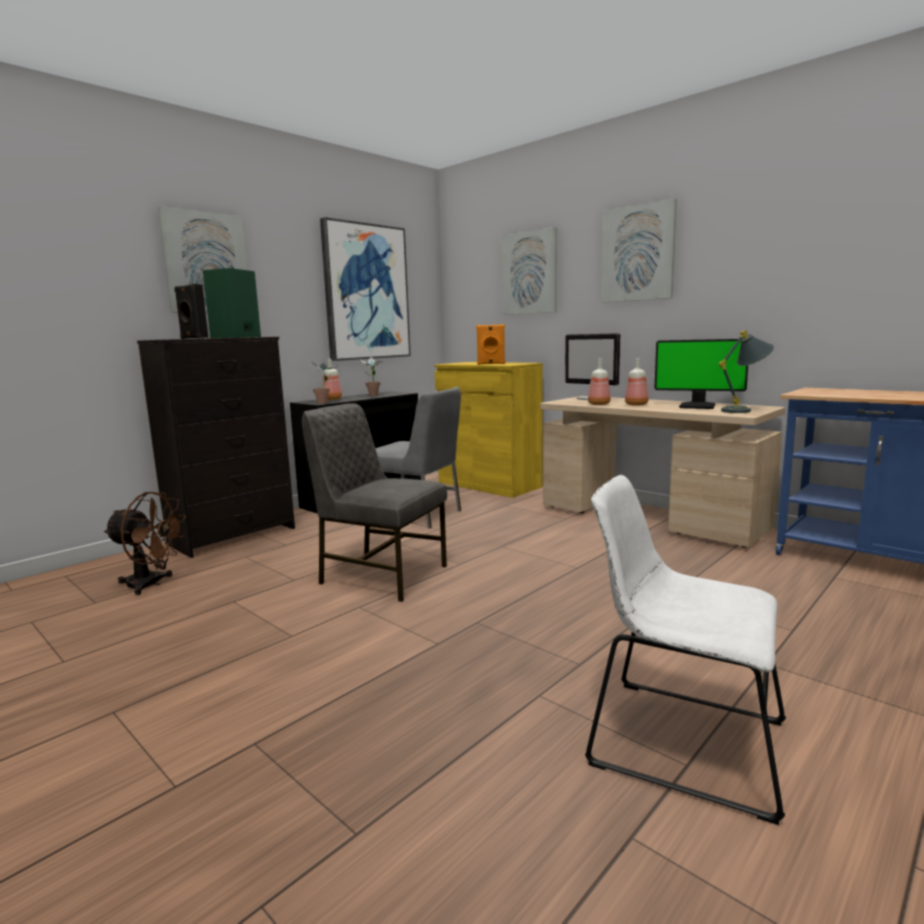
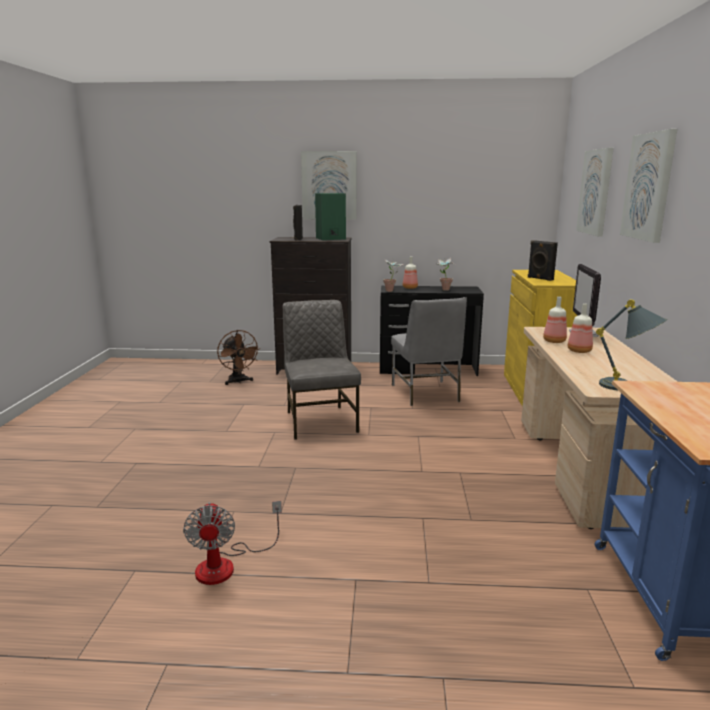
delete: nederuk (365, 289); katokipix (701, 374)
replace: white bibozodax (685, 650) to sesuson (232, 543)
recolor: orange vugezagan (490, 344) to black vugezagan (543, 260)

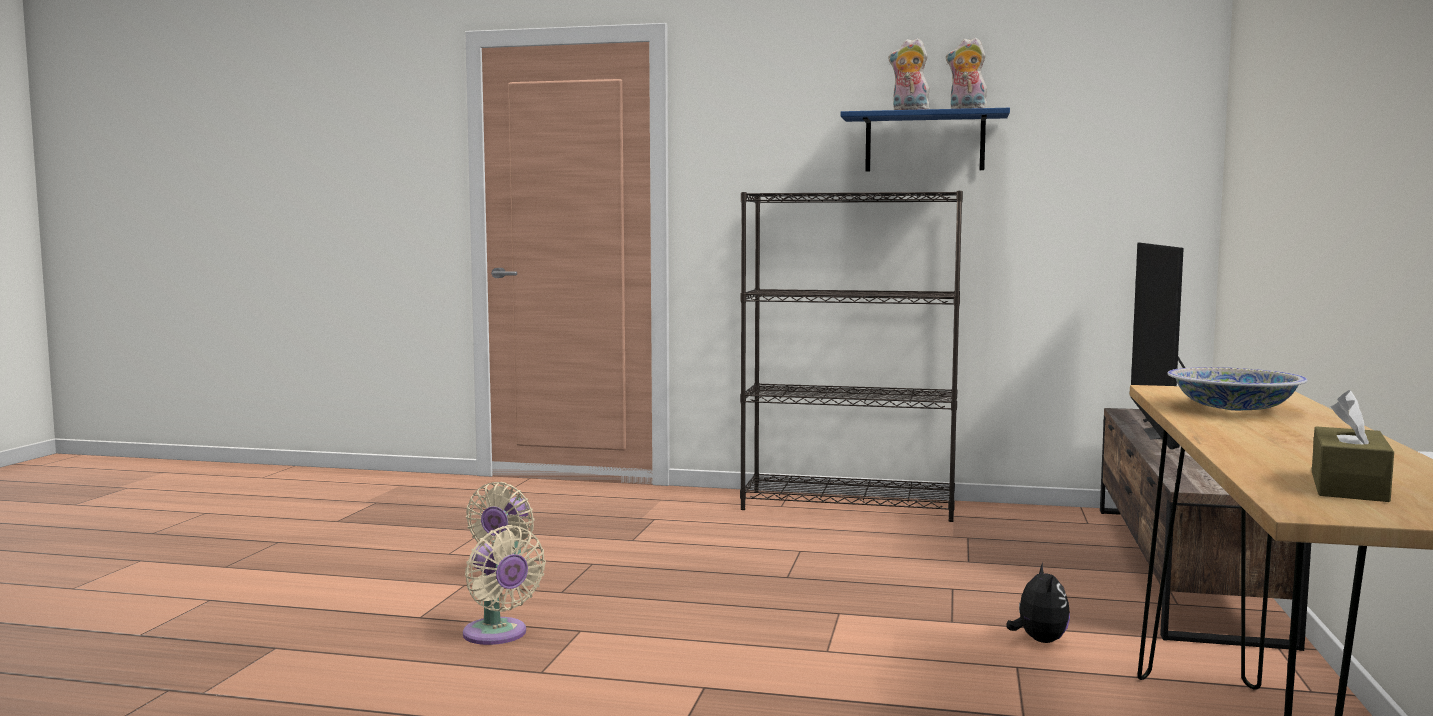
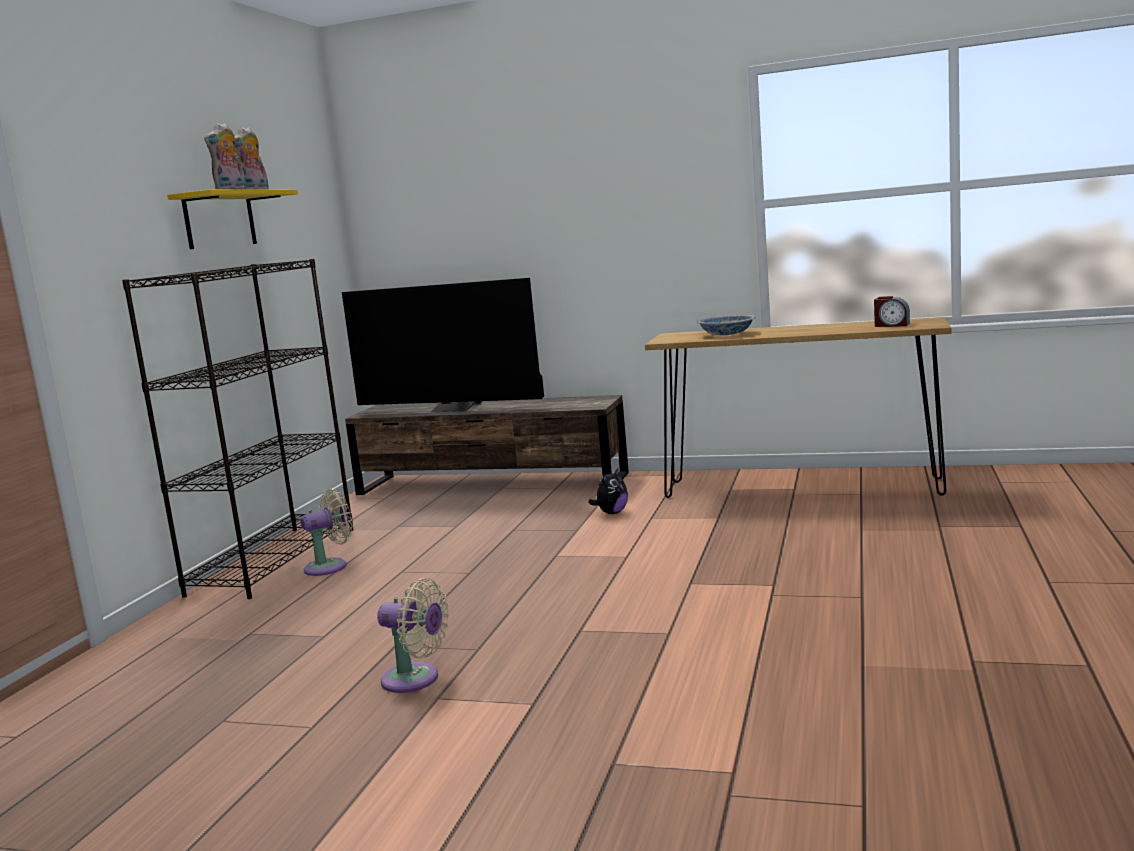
move: beige sesuson (504, 585) to (326, 532)
replace: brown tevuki (1353, 446) to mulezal (892, 311)
recolor: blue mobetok (925, 140) to yellow mobetok (232, 219)
rotate: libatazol (1038, 603) = (608, 491) 120 degrees clockwise

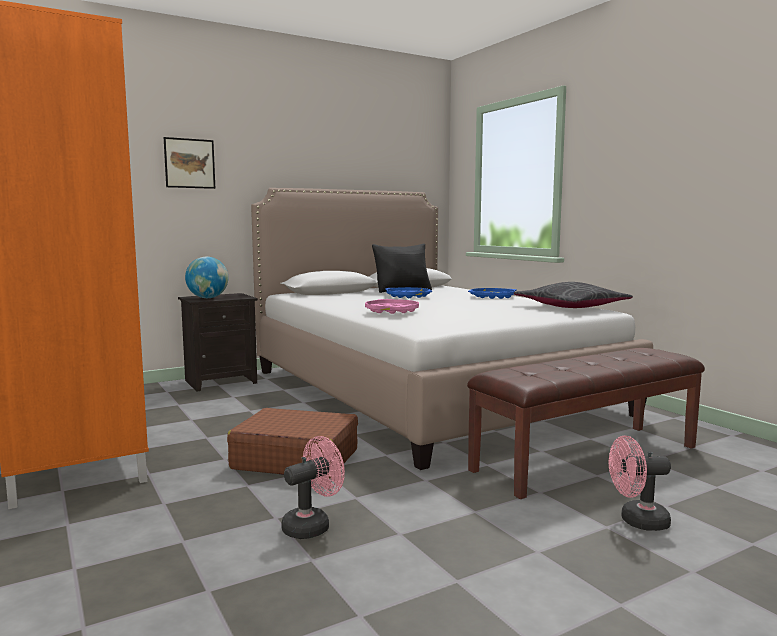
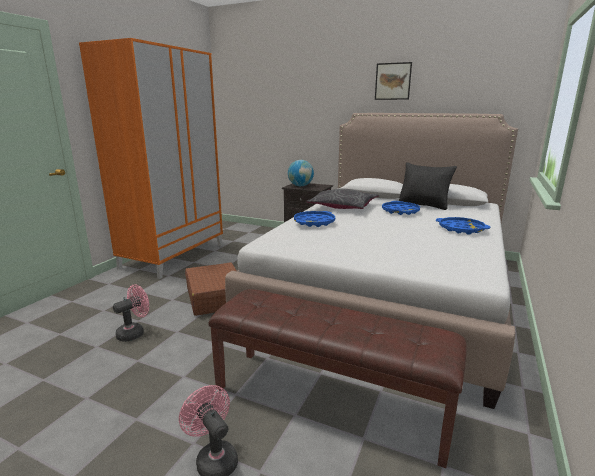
move: nederuk (189, 163) to (393, 81); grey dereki (573, 295) to (342, 199)
recolor: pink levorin (392, 306) to blue levorin (314, 219)
rotate: pink sesuson (313, 487) = (131, 313) 60 degrees counterclockwise

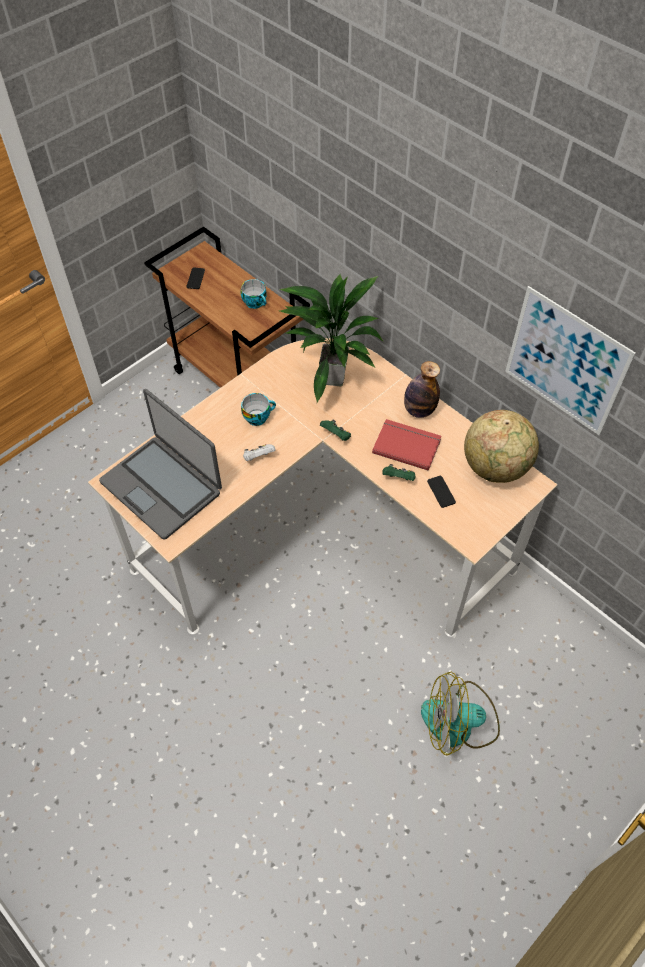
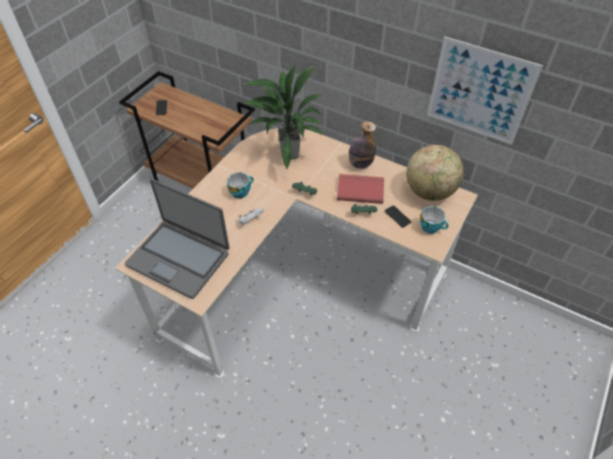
delete: sesuson (460, 713)
move: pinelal (254, 294) to (434, 220)

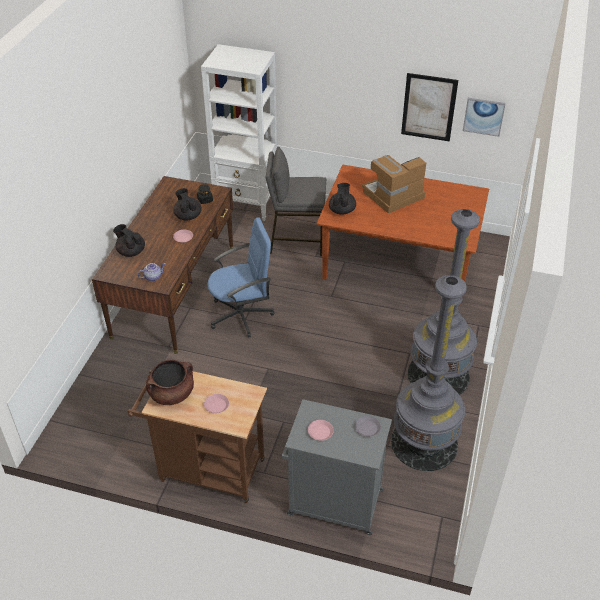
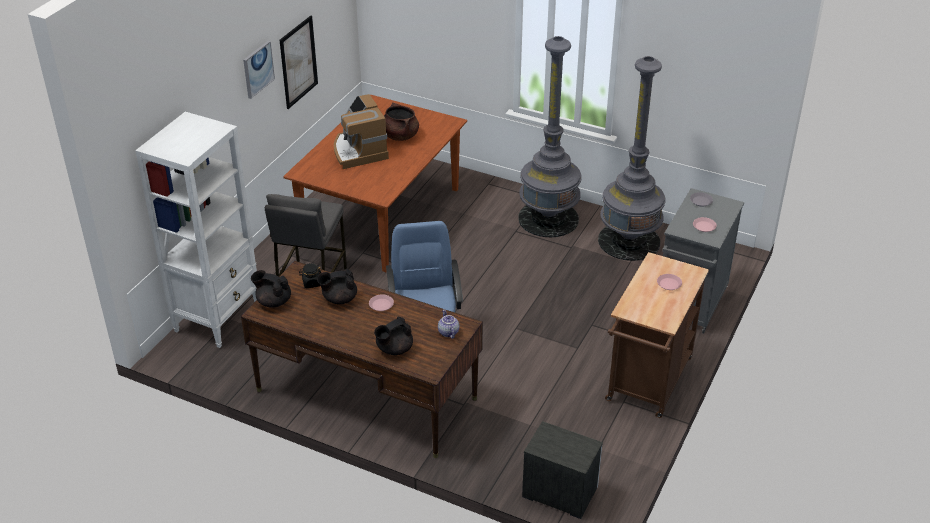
insert: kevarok (562, 470)
move: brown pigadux (170, 382) to (401, 122); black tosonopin (342, 199) to (271, 289); nederuk (484, 117) to (259, 70)

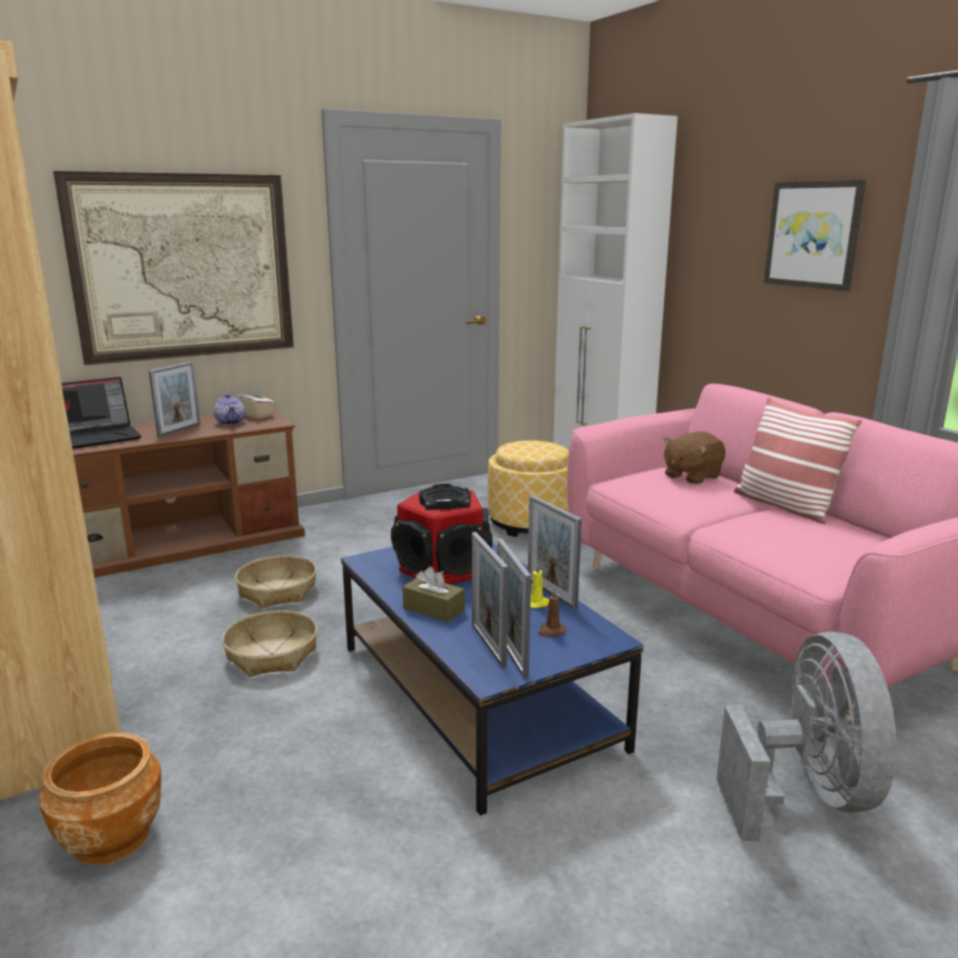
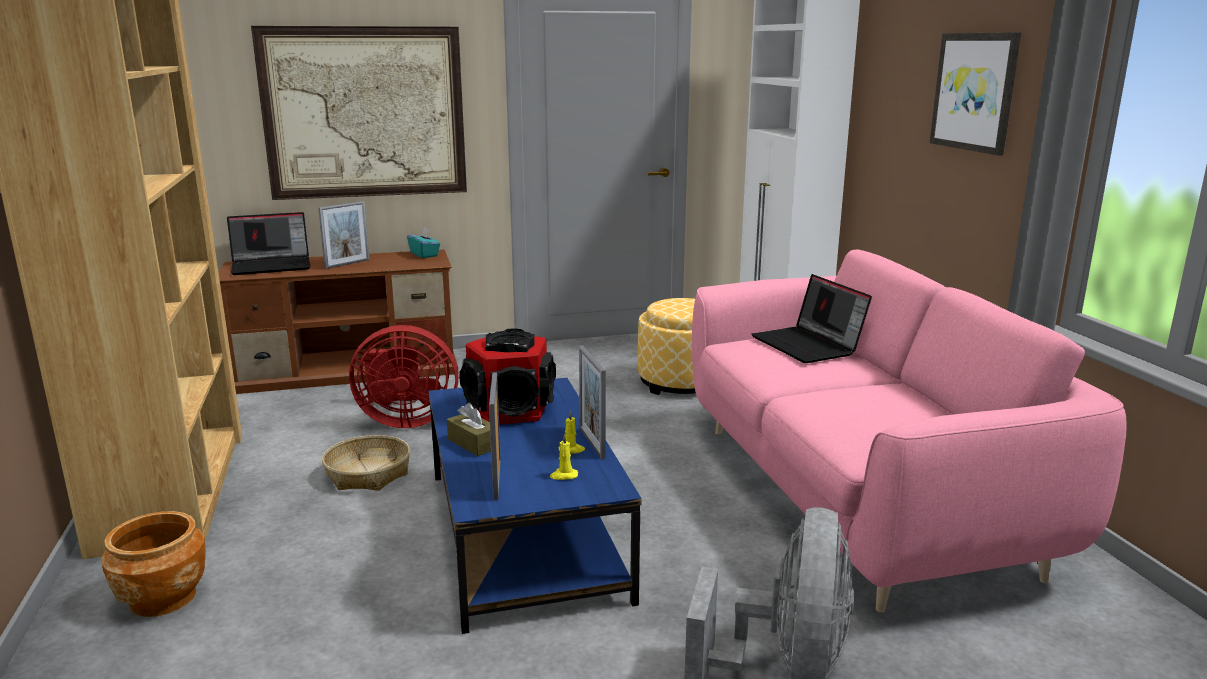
delete: tosonopin (229, 409); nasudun (514, 609); dereki (798, 460)
replace: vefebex (276, 581) to red sesuson (403, 376); brown libatazol (695, 458) to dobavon (811, 318)
recolor: beige tevuki (255, 402) to turquoise tevuki (423, 243); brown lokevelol (552, 613) to yellow lokevelol (564, 457)

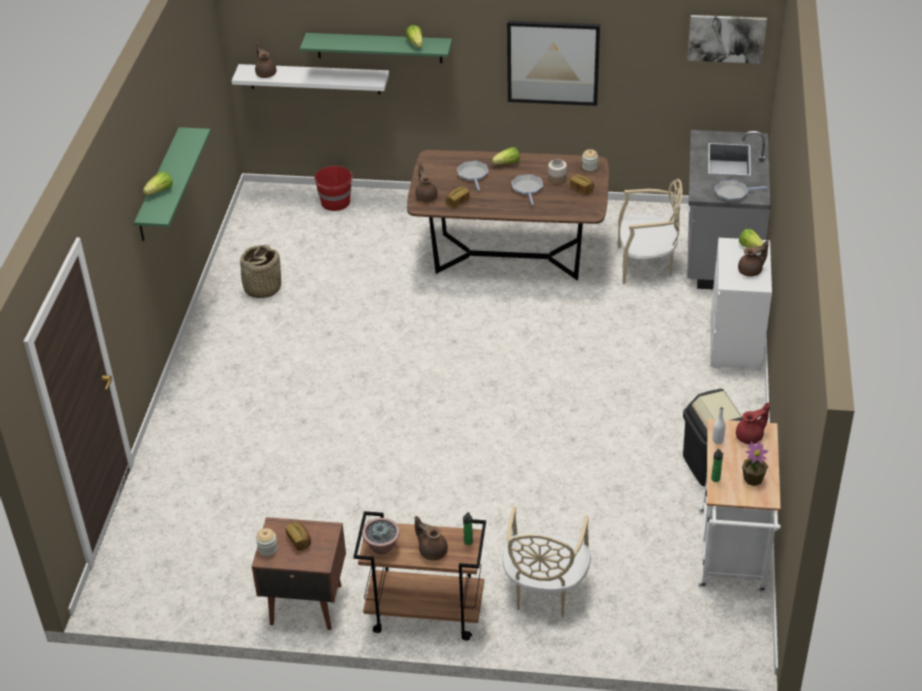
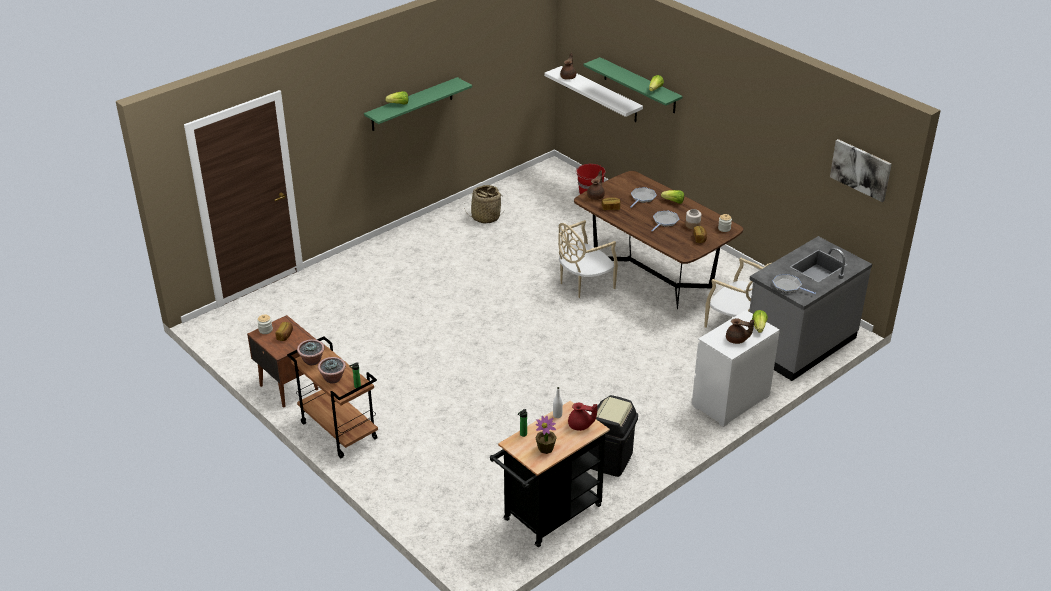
delete: nederuk (553, 63)
move: beige bibozodax (546, 561) to (588, 259)
replace: brown tosonopin (431, 538) to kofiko (332, 370)
recolor: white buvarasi (739, 505) to black buvarasi (550, 474)

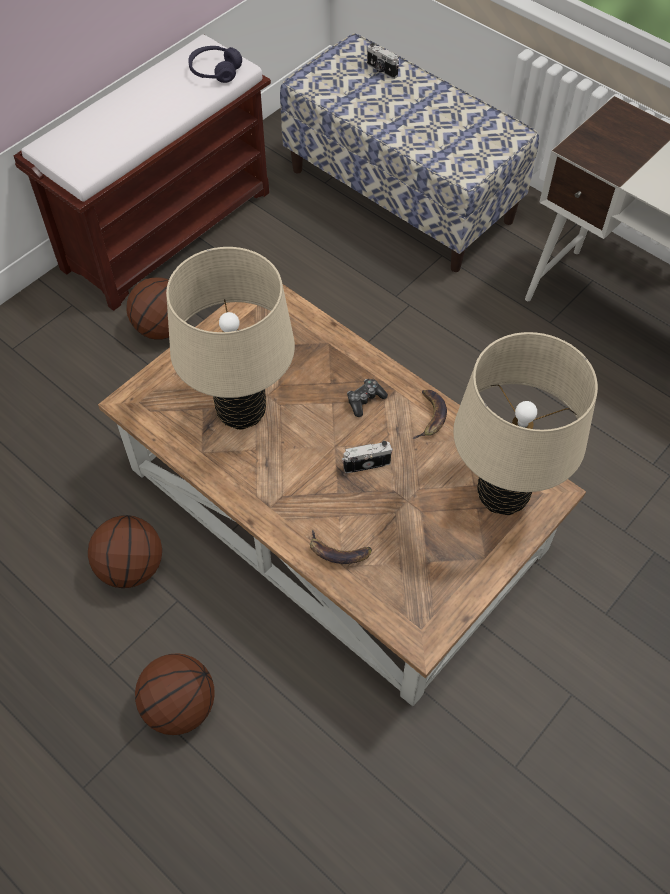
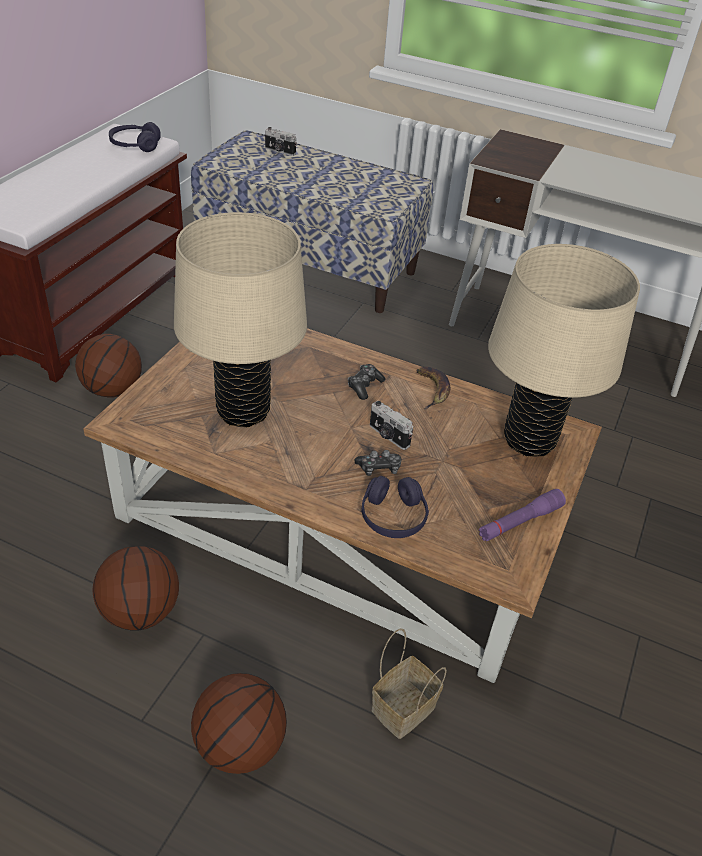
insert: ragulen (377, 463); vefebex (409, 683); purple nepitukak (522, 515)
replace: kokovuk (341, 547) to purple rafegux (395, 507)
rotate: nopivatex (367, 457) = (391, 425) 105 degrees counterclockwise

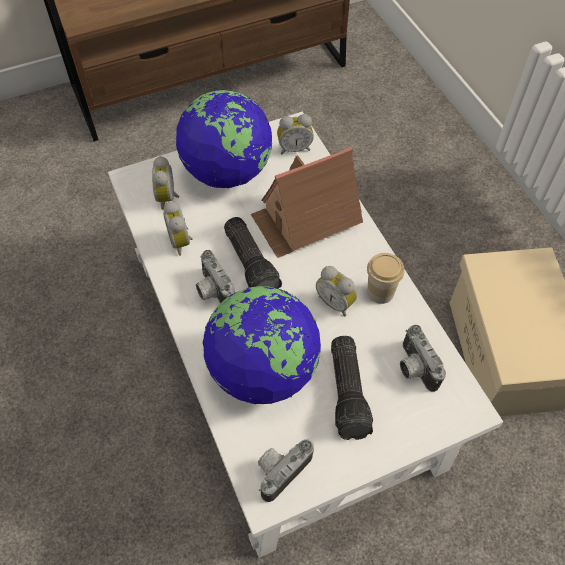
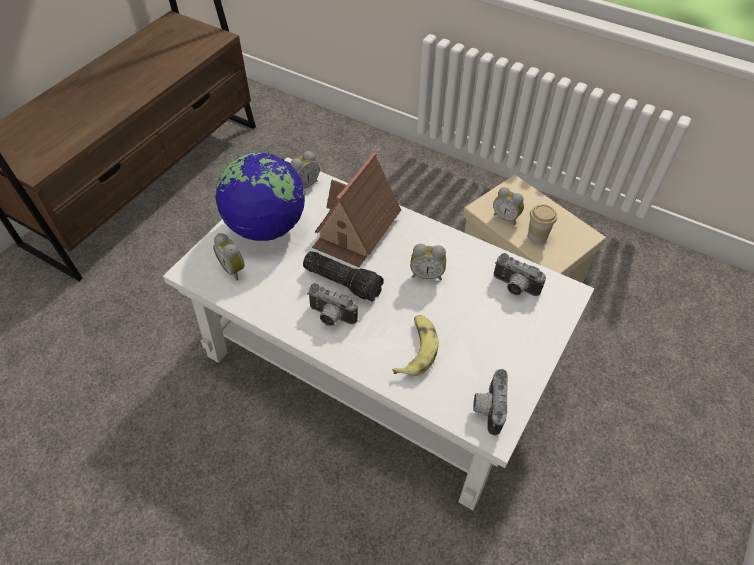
delete: nepitukak (352, 388)
move: mulezal (178, 228) to (508, 206); pinelal (385, 278) to (542, 224)
replace: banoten (262, 345) to kokovuk (415, 345)

